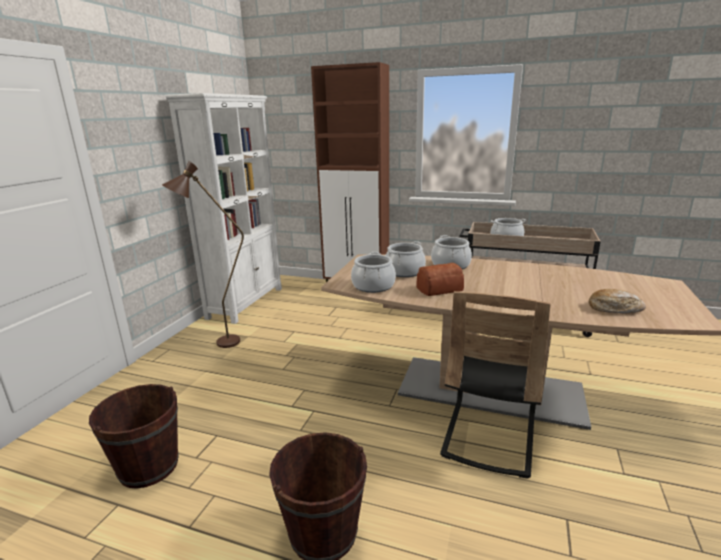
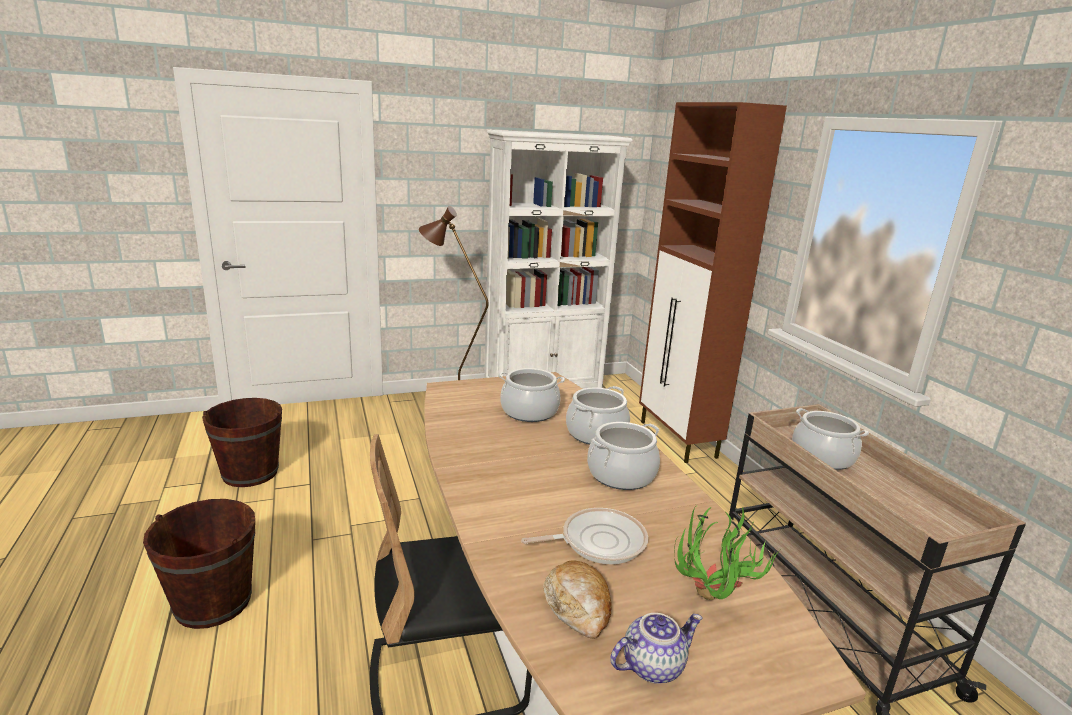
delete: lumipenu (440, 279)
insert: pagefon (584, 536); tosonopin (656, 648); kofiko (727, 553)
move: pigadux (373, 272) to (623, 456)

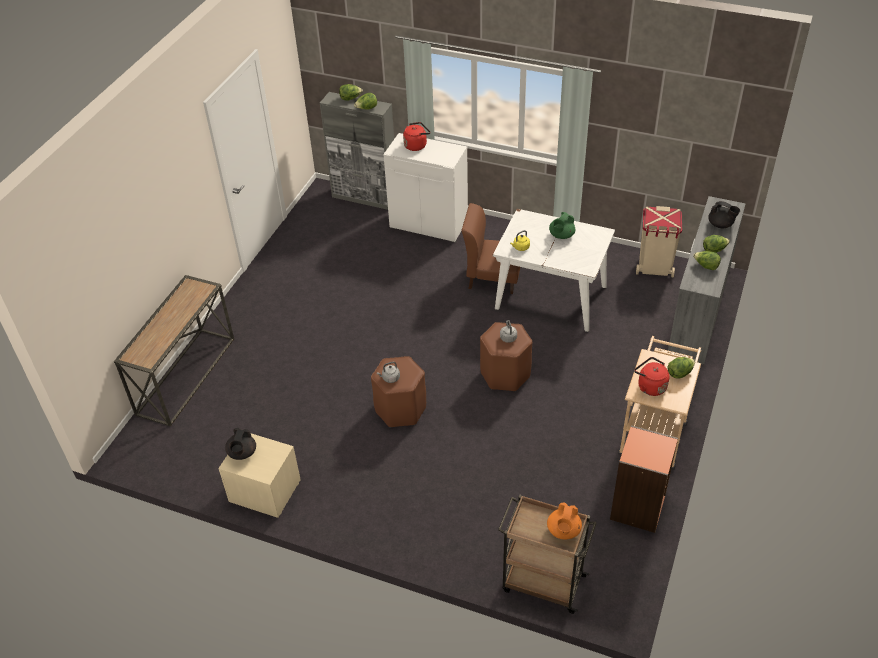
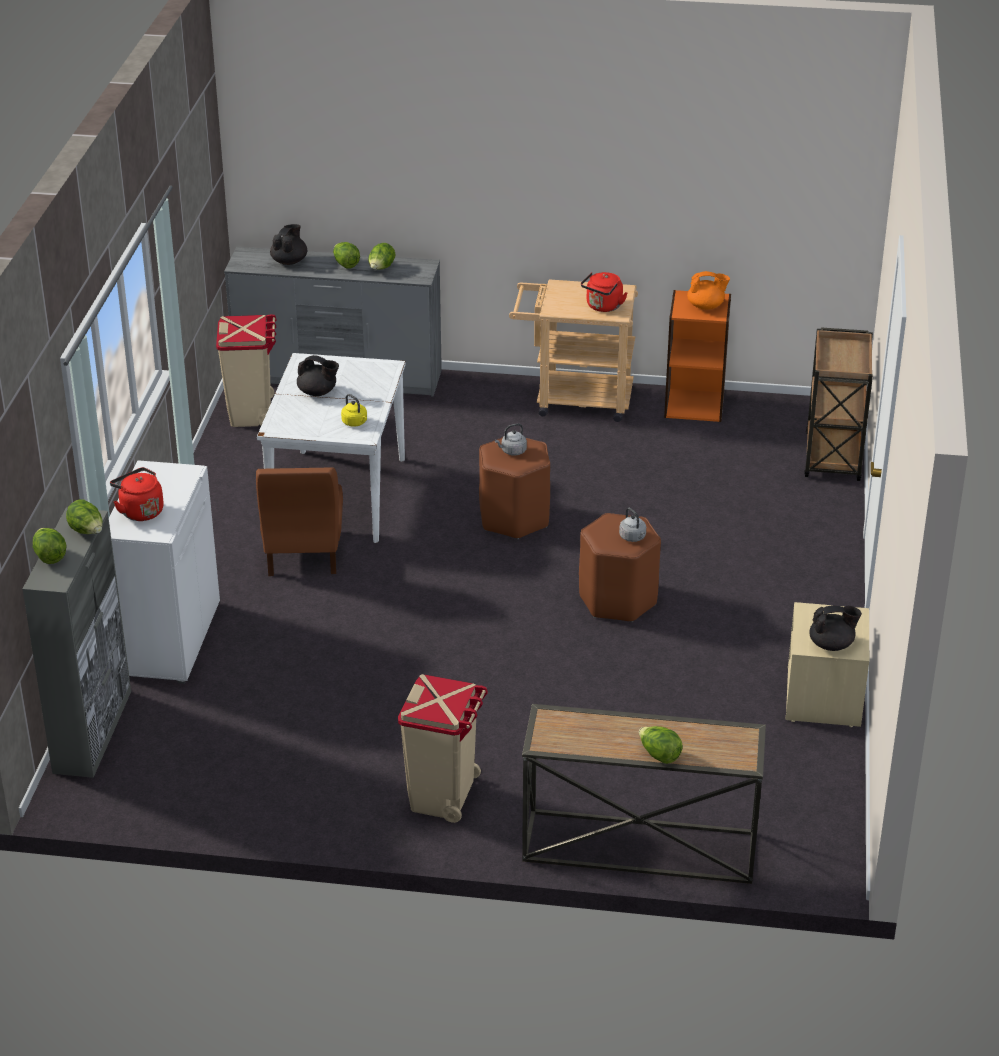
insert: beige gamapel (443, 748)
move: orange tosonopin (564, 521) to (708, 290); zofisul (681, 368) to (661, 745)
recolor: green tosonopin (562, 225) to black tosonopin (318, 375)

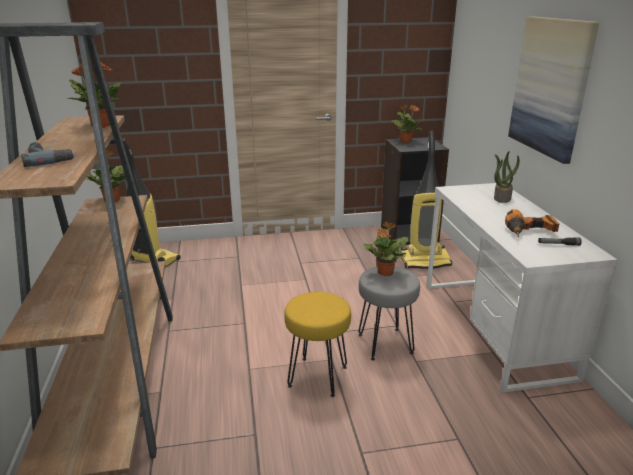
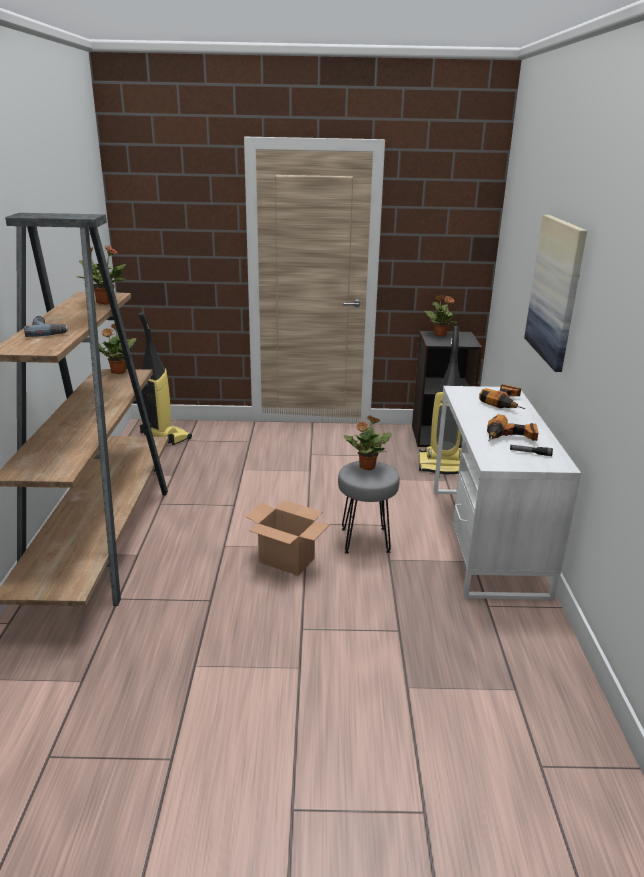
replace: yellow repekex (317, 344) to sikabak (287, 538); kofiko (507, 177) to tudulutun (502, 396)

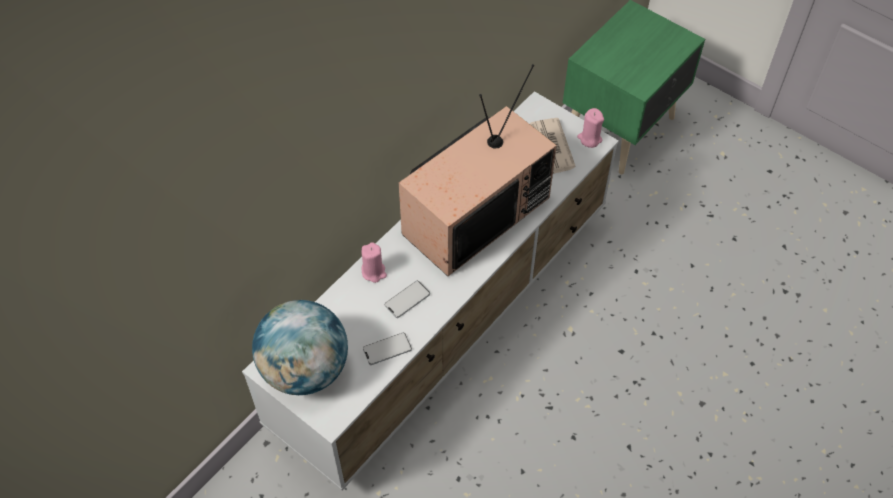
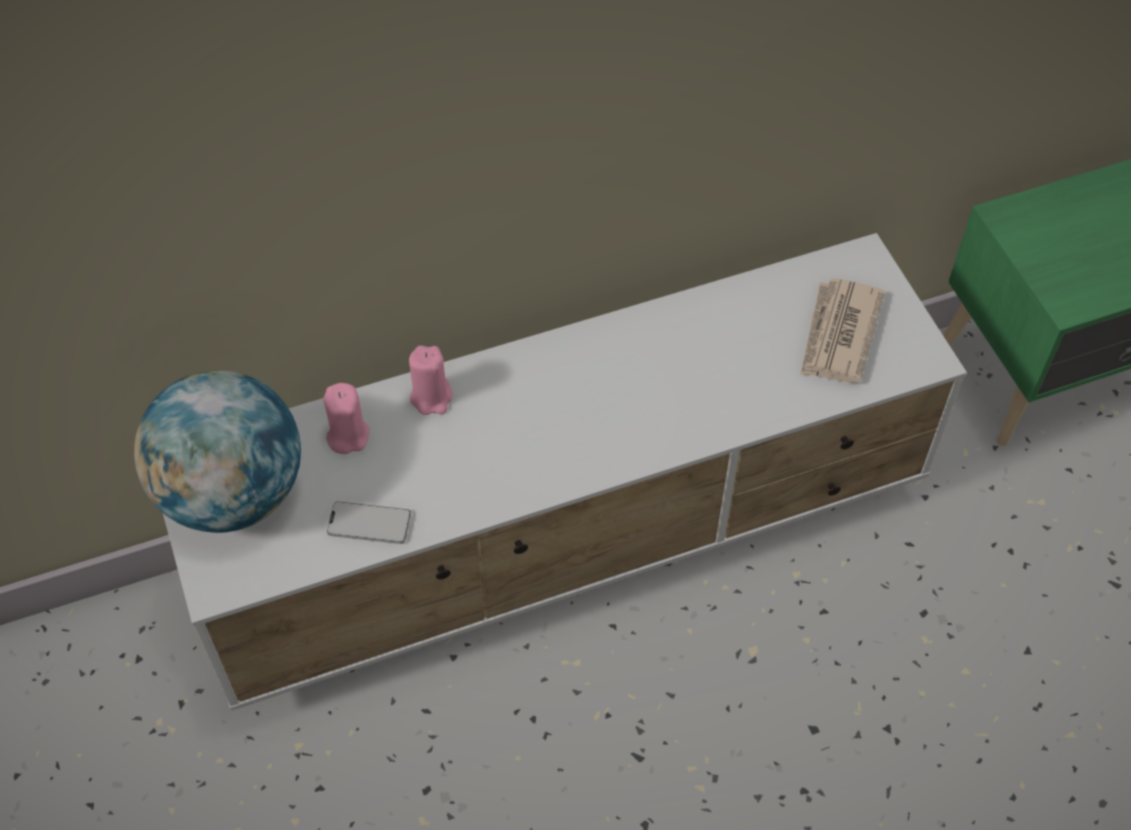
delete: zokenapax (407, 299); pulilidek (478, 170)
move: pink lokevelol (590, 128) to (346, 418)

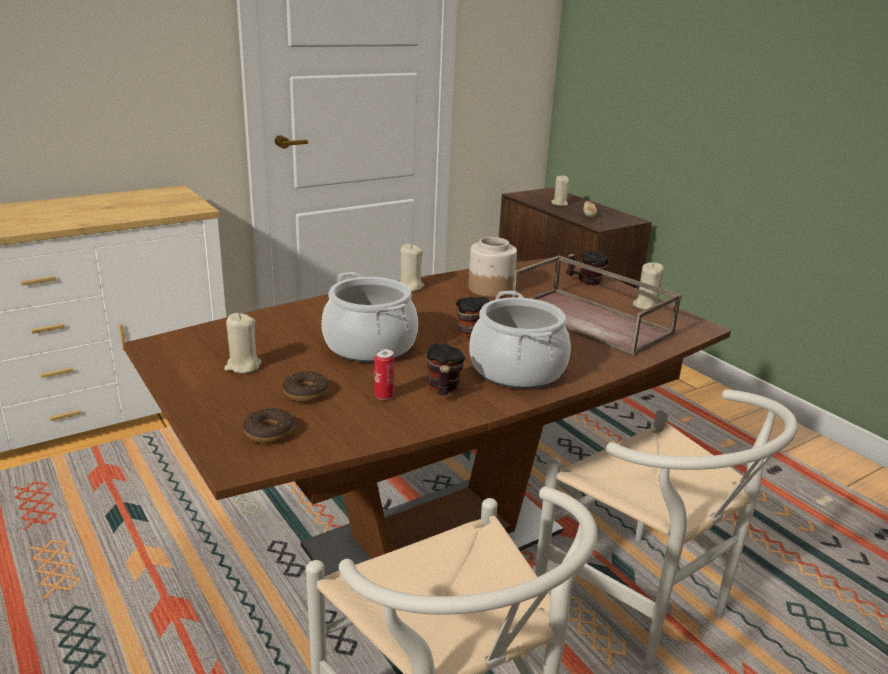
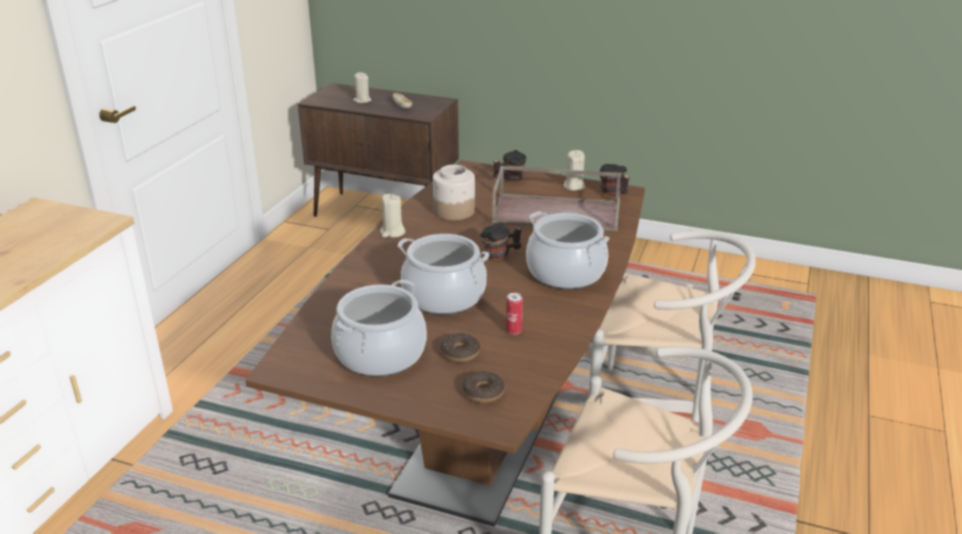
move: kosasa (446, 369) to (615, 179)
replace: beige lokevelol (243, 343) to pigadux (379, 328)

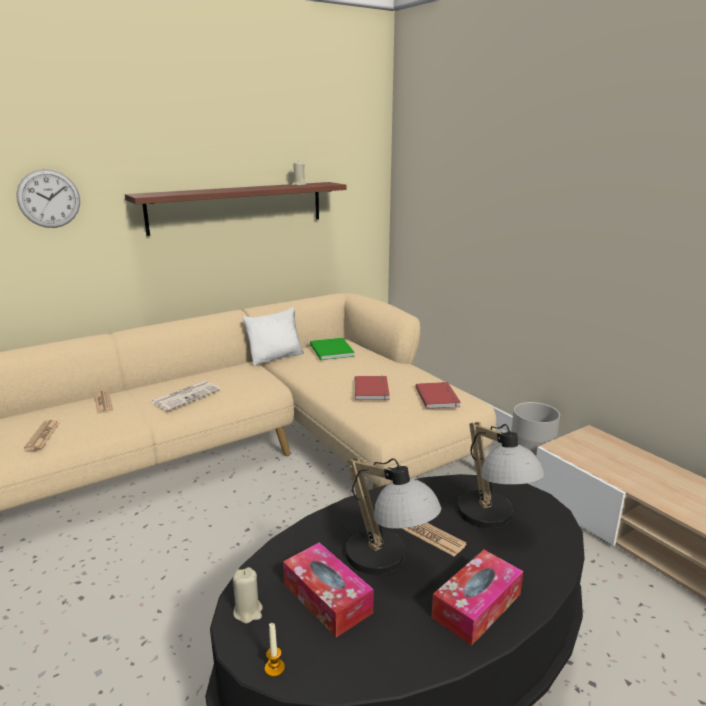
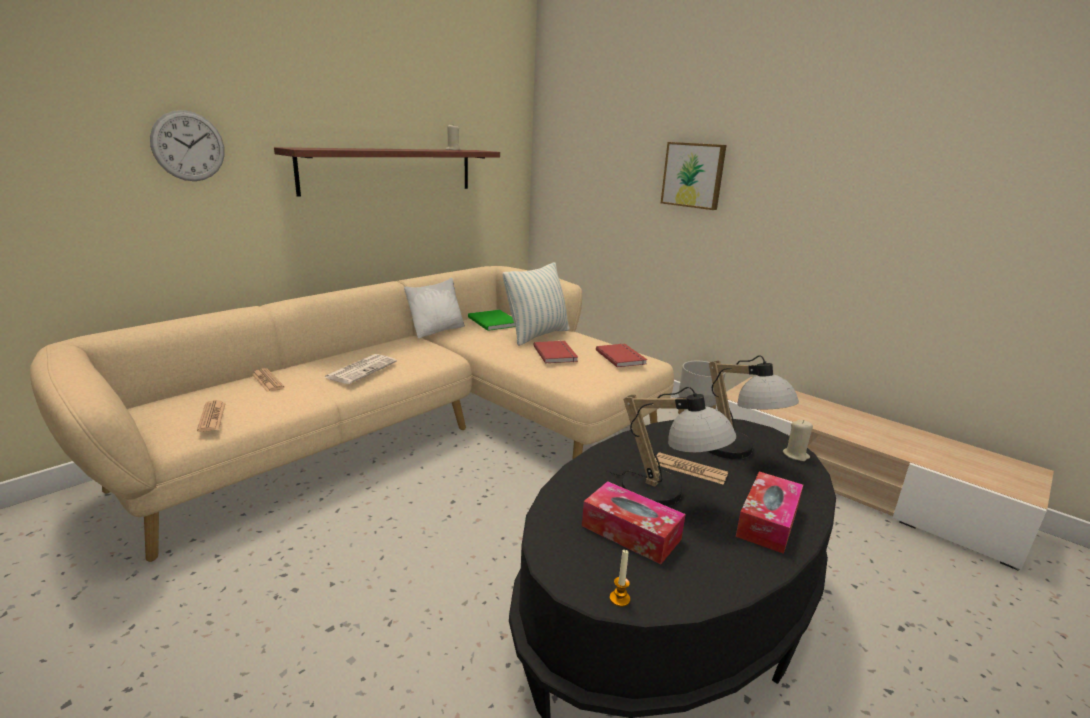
insert: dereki (536, 304); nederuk (693, 176)
move: beige lokevelol (248, 595) to (798, 440)

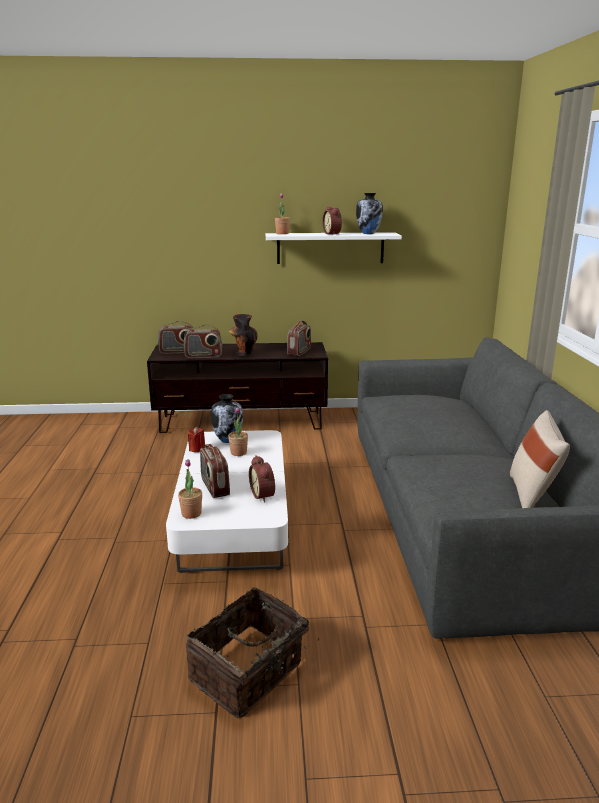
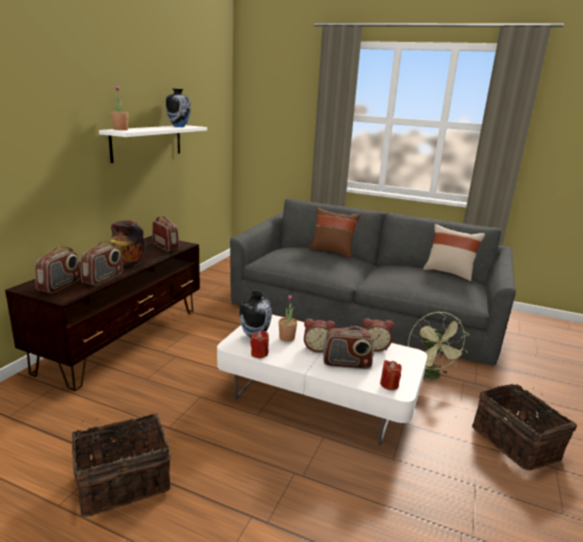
insert: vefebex (121, 465); brown dereki (334, 232); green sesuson (439, 345)
move: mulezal (332, 221) to (320, 336)
replace: kofiko (190, 489) to red lokevelol (391, 375)

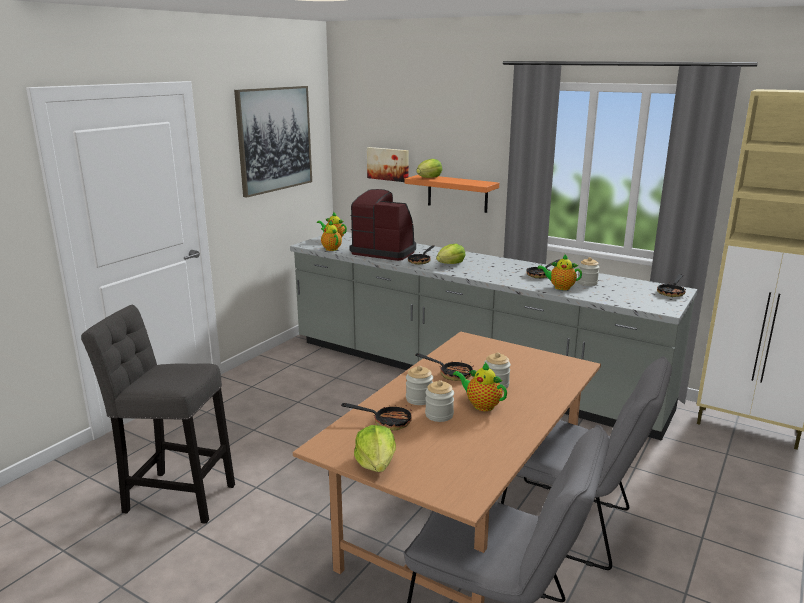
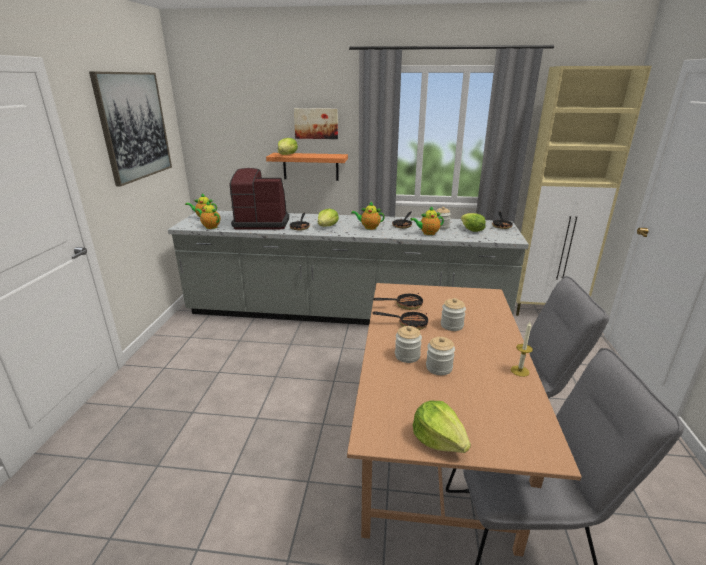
delete: grey repekex (158, 414)
insert: zofisul (473, 222); lokevelol (522, 349)
move: pagefon (376, 417) to (398, 300); nederuk (388, 164) to (316, 123); tosonopin (480, 386) to (368, 216)

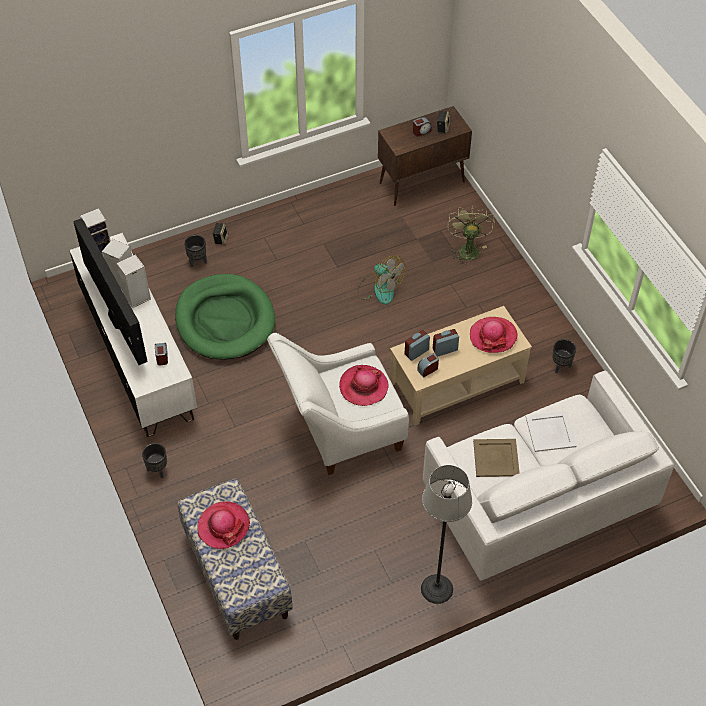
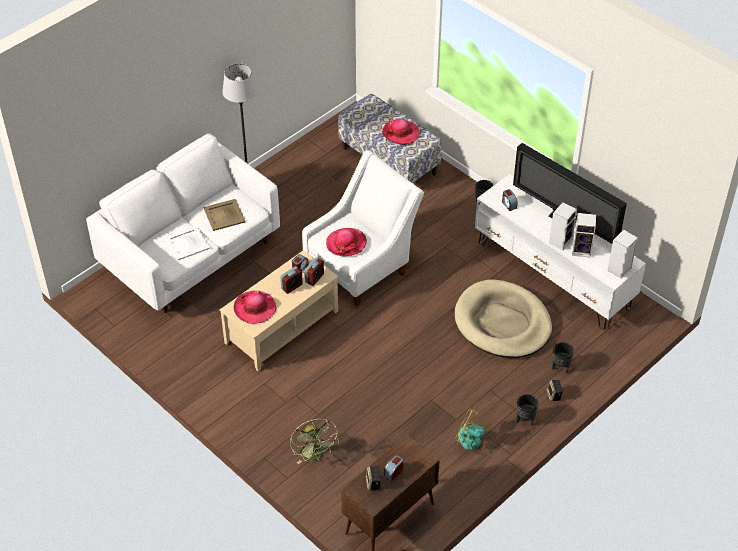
move: sesuson (381, 280) to (475, 431); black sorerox (564, 356) to (527, 409)
recolor: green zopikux (225, 317) to beige zopikux (503, 318)

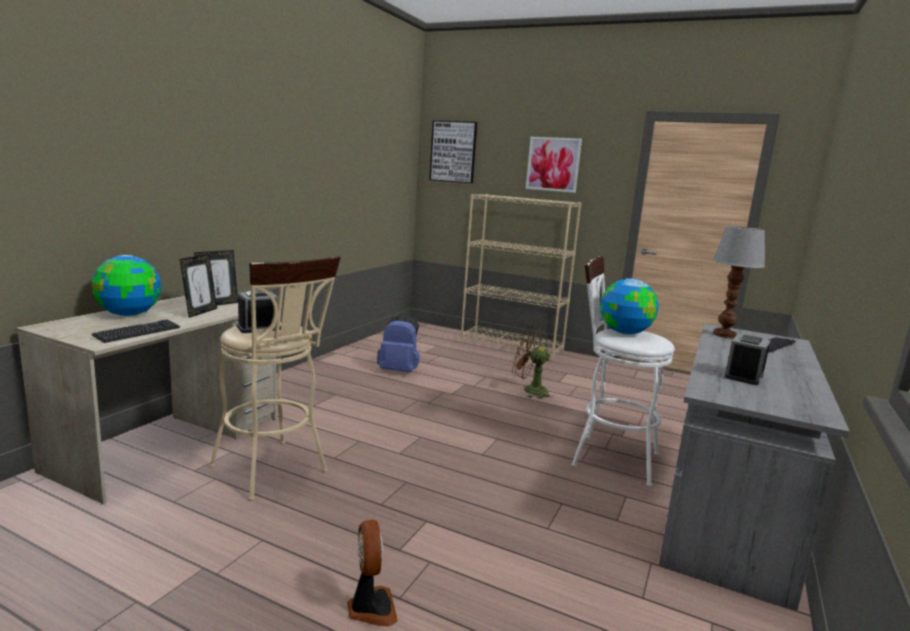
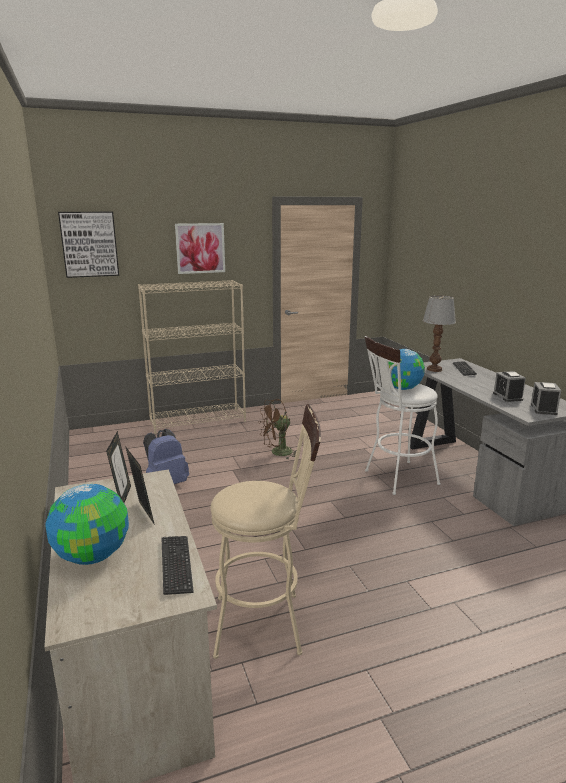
delete: sesuson (372, 573)
move: mulezal (259, 311) to (546, 398)

